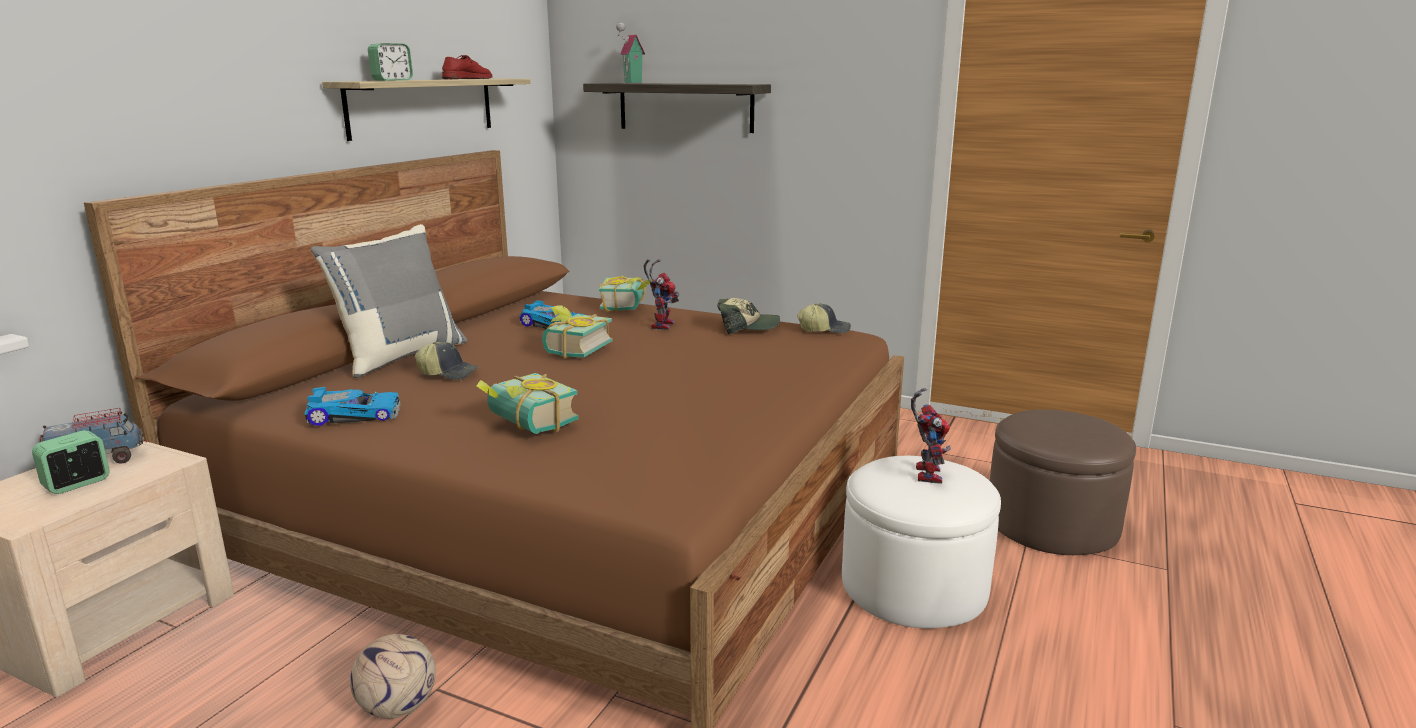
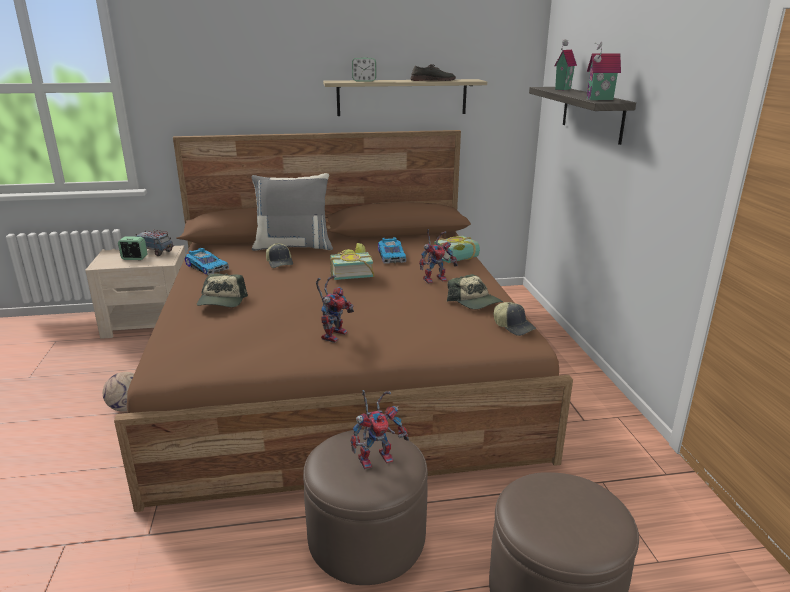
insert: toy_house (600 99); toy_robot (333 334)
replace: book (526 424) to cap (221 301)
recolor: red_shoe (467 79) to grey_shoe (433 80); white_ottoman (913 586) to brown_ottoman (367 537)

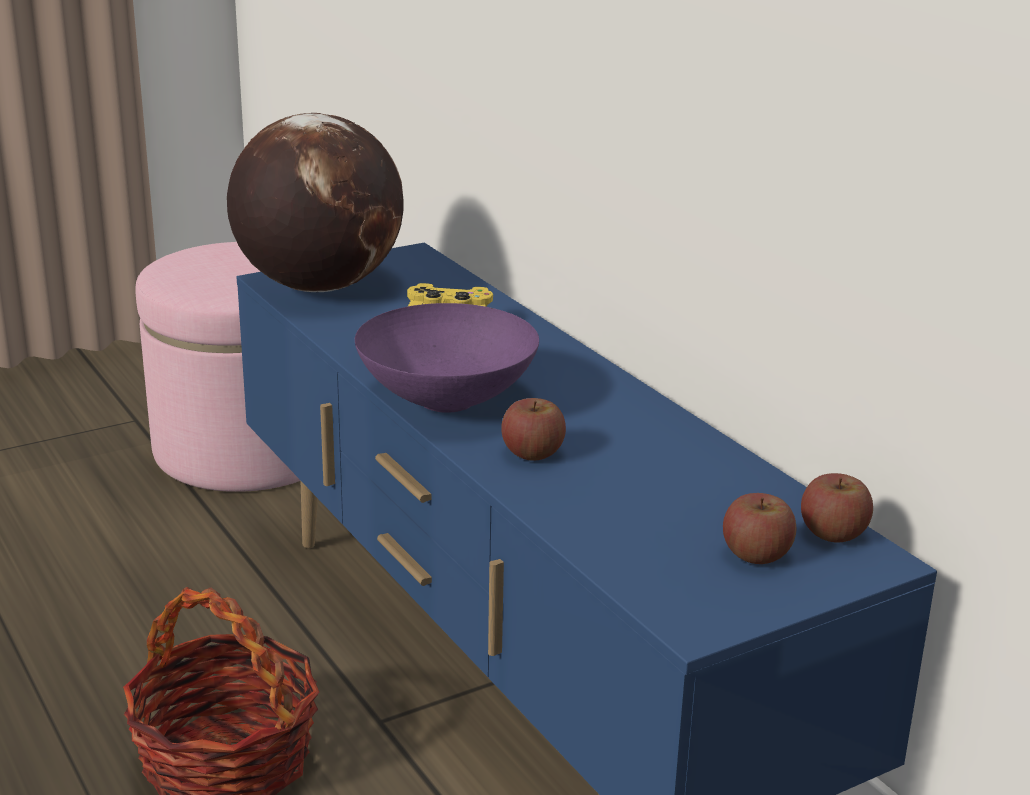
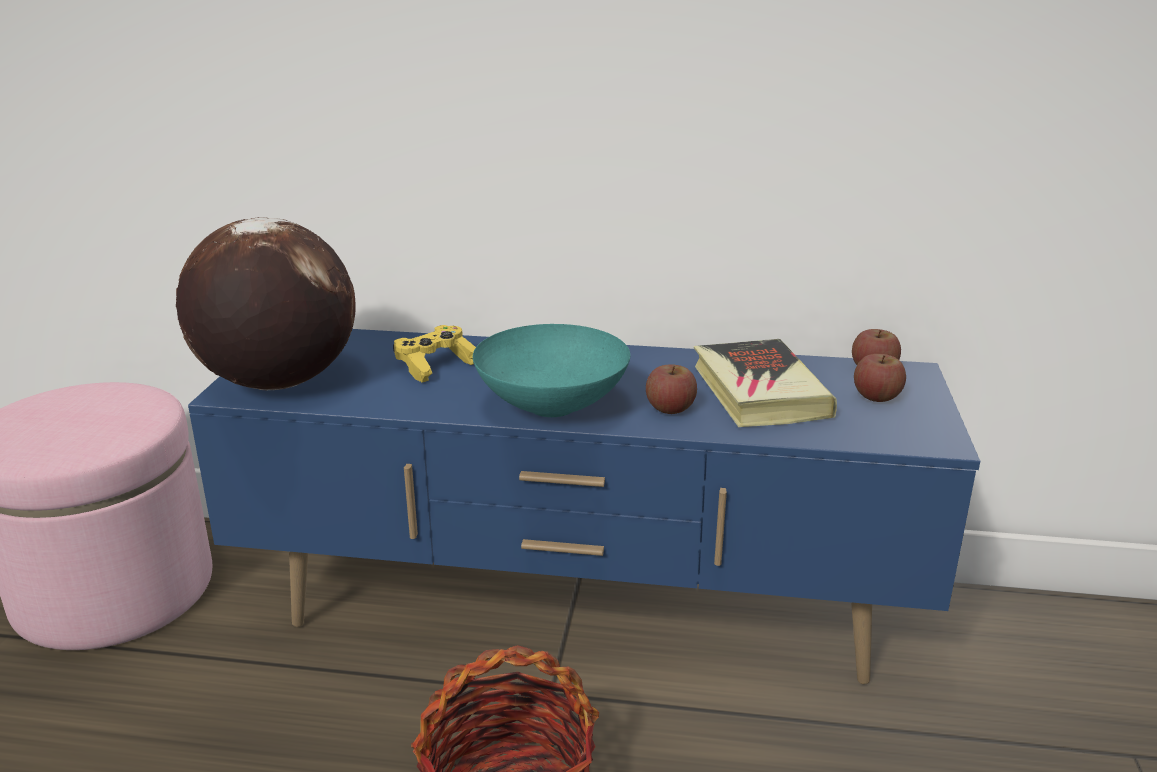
insert: book (759 392)
recolor: purple_bowl (444 401) to turquoise_bowl (551 408)

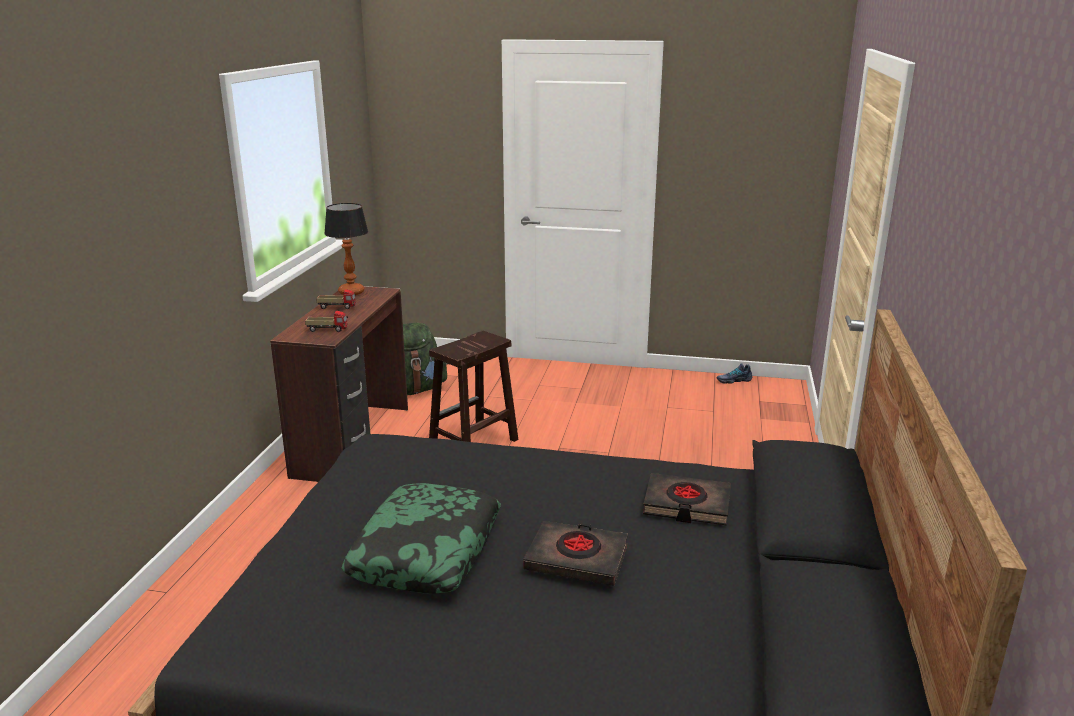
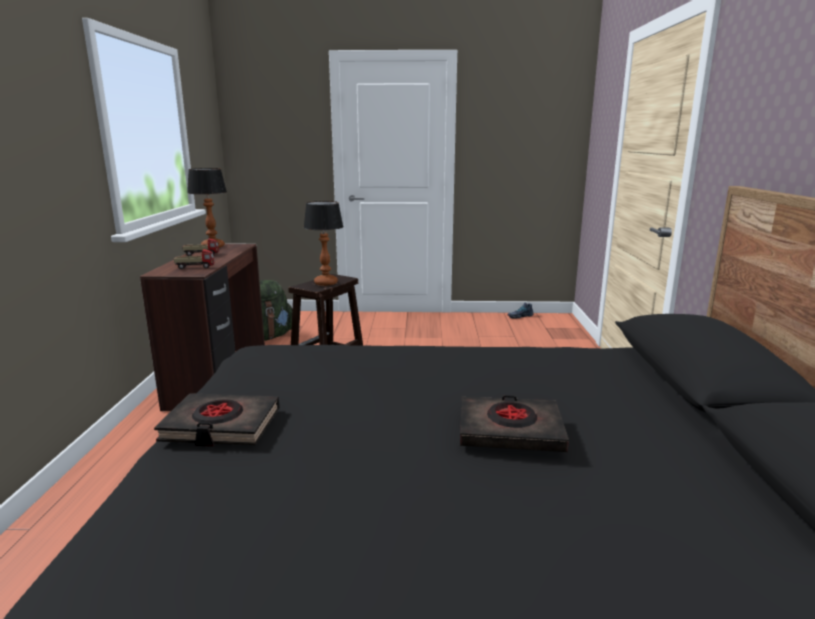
delete: pillow (427 552)
insert: table_lamp (325 283)
move: black_book (686 505) to (221 426)

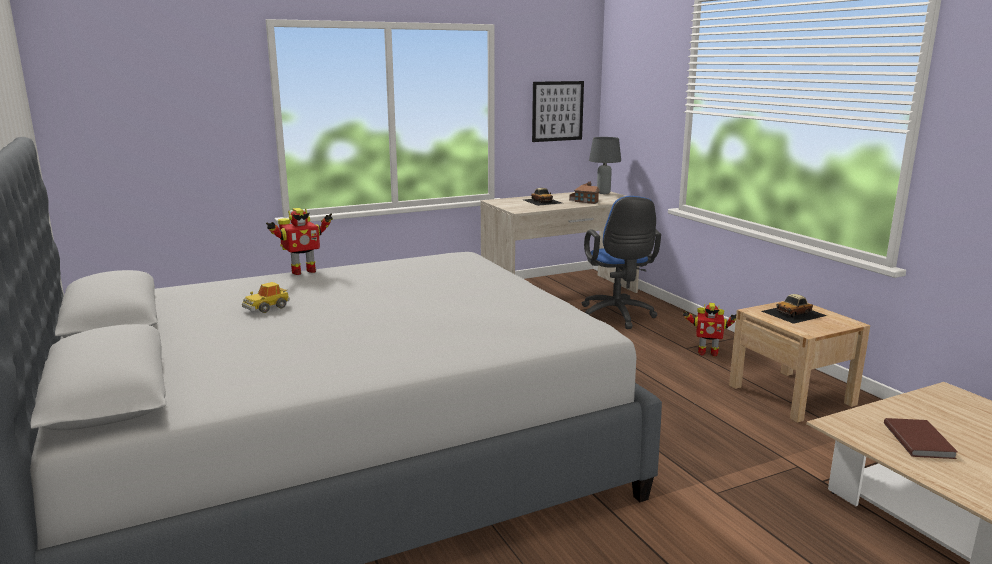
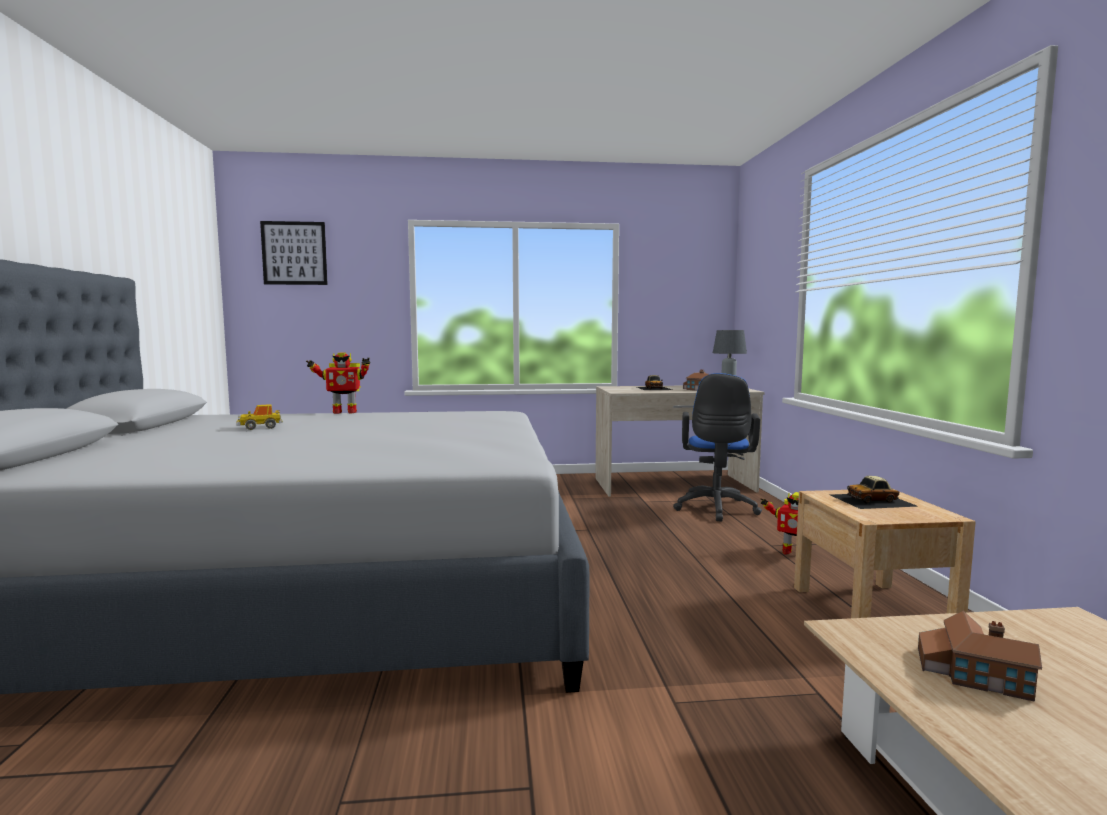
move: picture (557 111) to (294 253)
replace: brown_book (919 440) to toy_house (971 673)

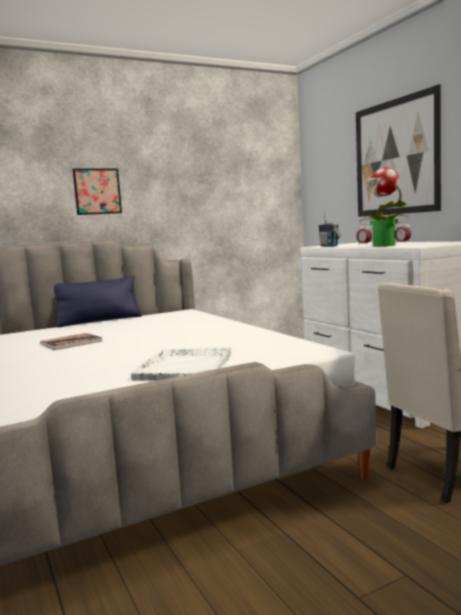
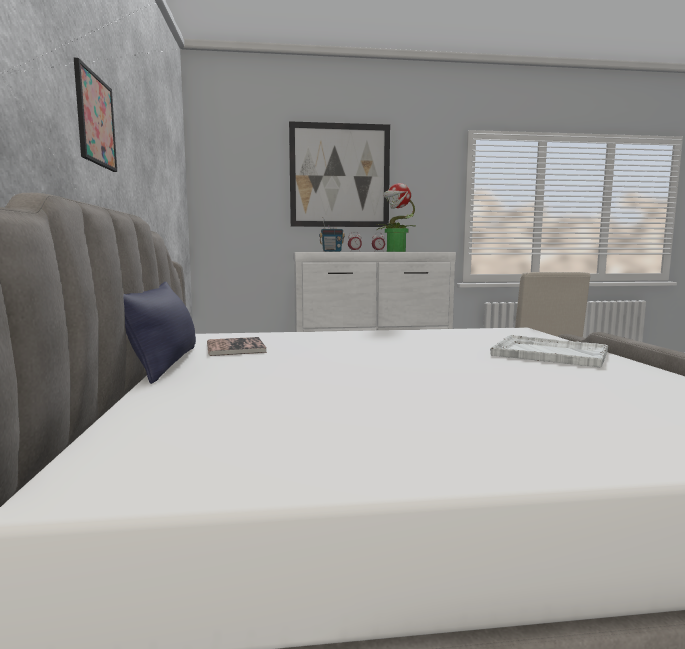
move: book (71 342) to (235 348)

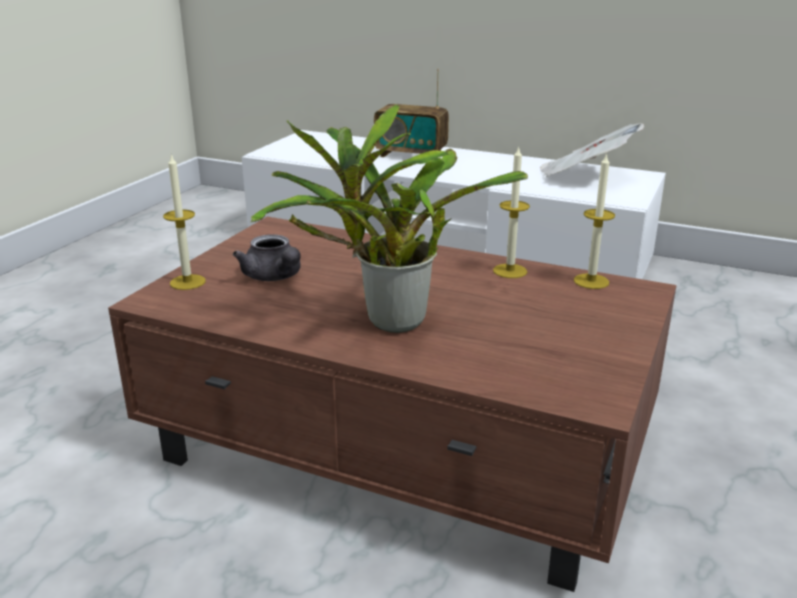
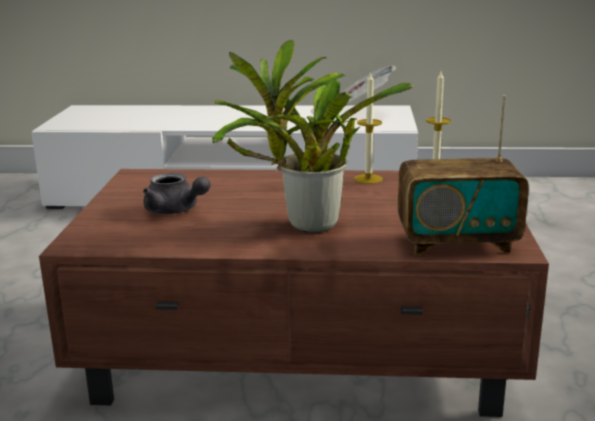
delete: candle (187 282)
move: radio (411 155) to (457 243)

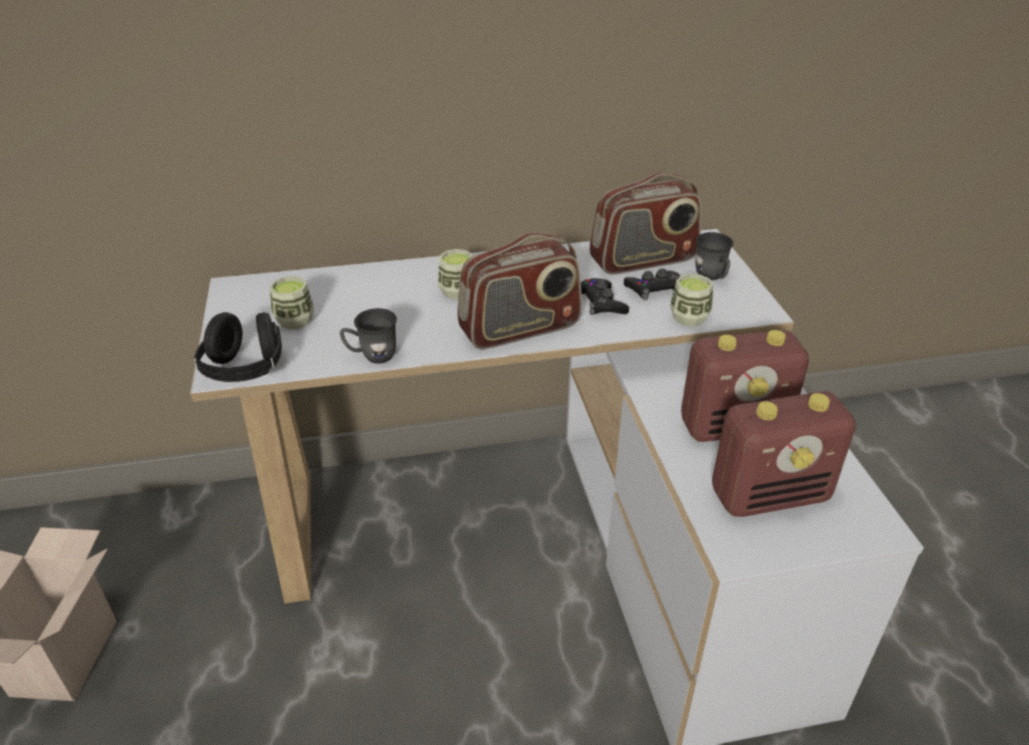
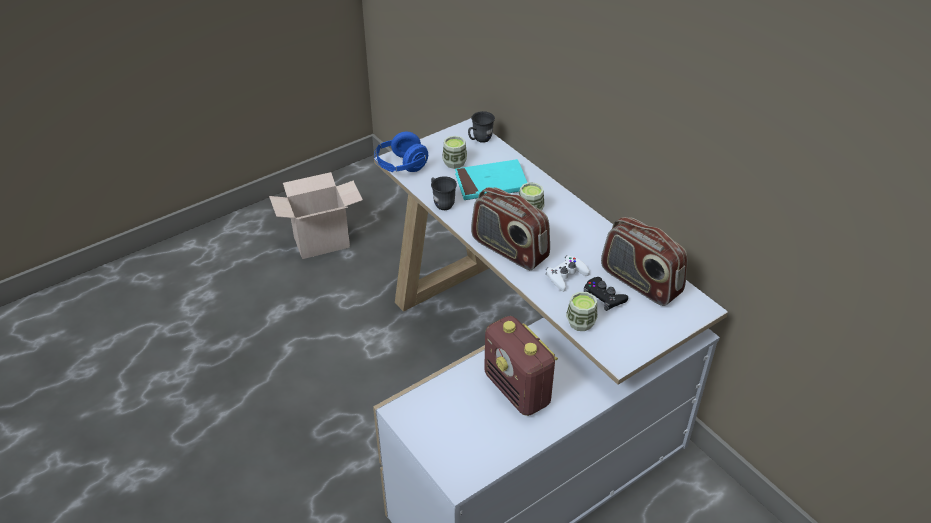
delete: radio (770 495)
insert: turquoise_book (491 183)
move: grey_mug (712 277) to (479 140)
recolor: black_game_controller (601 303) to white_game_controller (566 276); black_headphones (245 370) to blue_headphones (401 166)

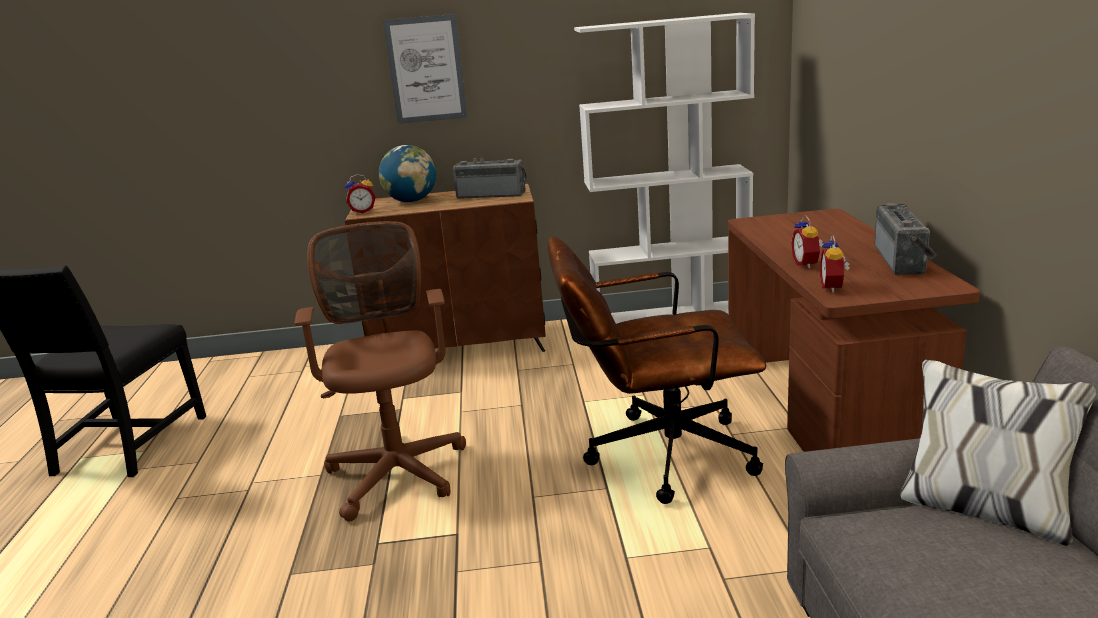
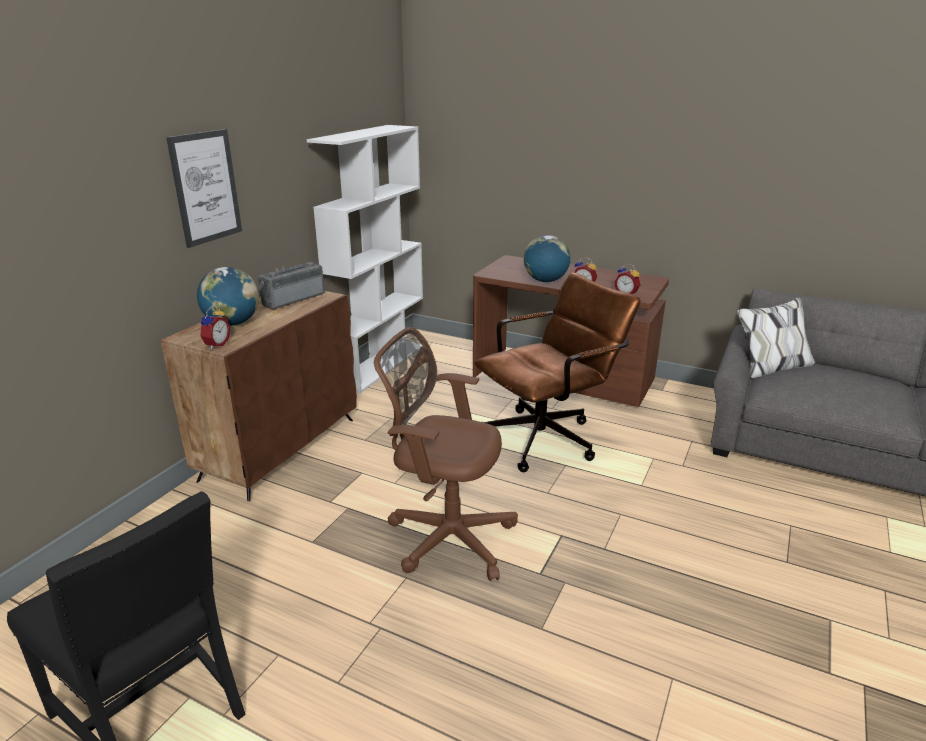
delete: radio (904 260)
insert: globe (545 281)
rotate: brown_office_chair (656 456) = (548 437) 150 degrees counterclockwise

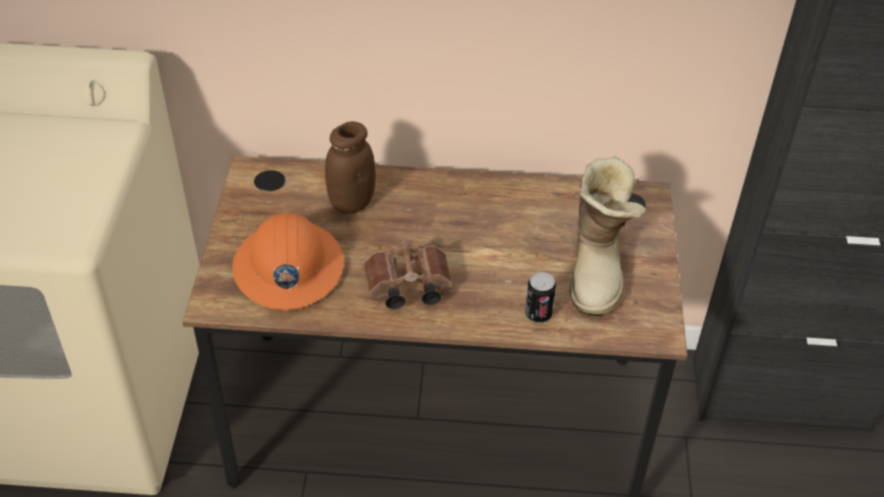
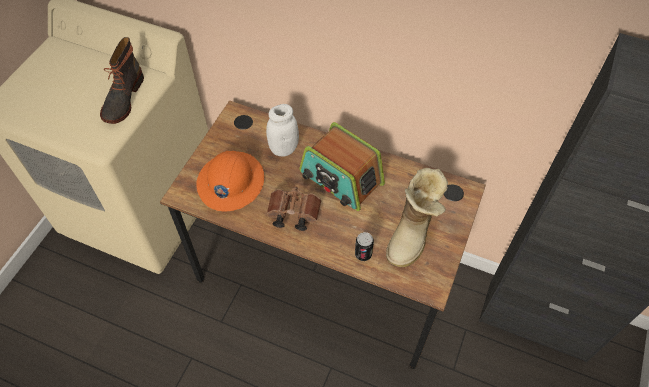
insert: boot (122 99); radio (341 178)
recolor: brown_jar (351 202) to white_jar (283 149)

